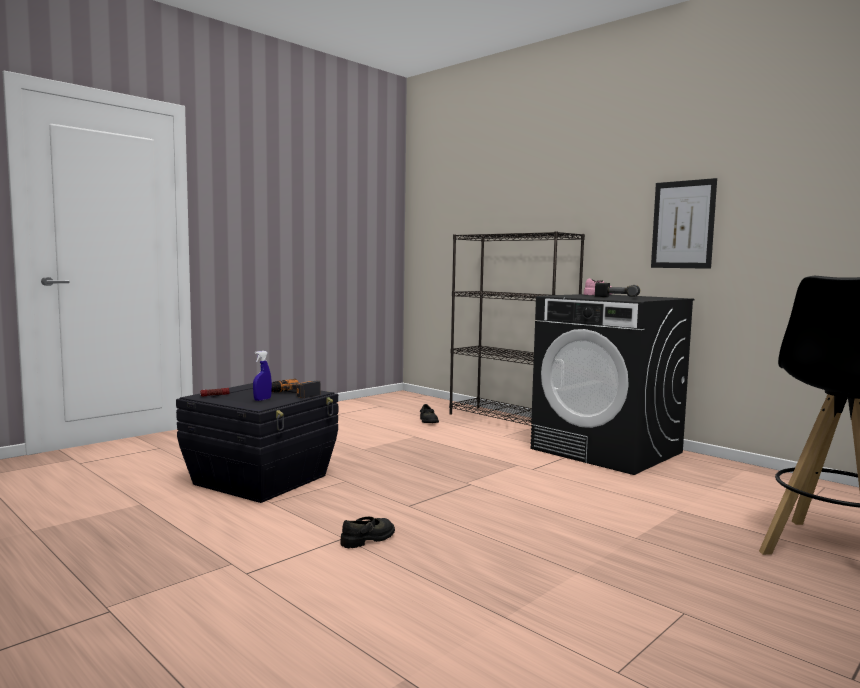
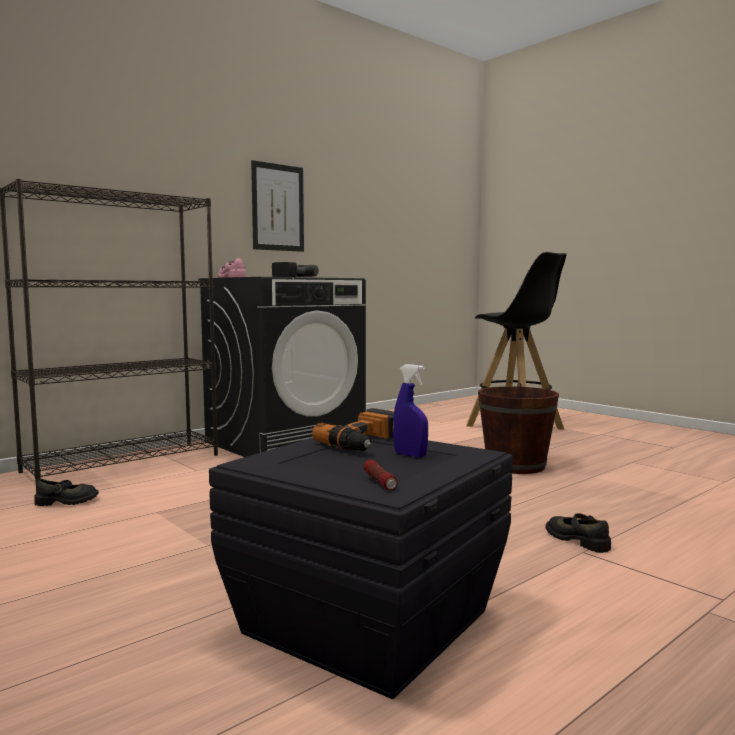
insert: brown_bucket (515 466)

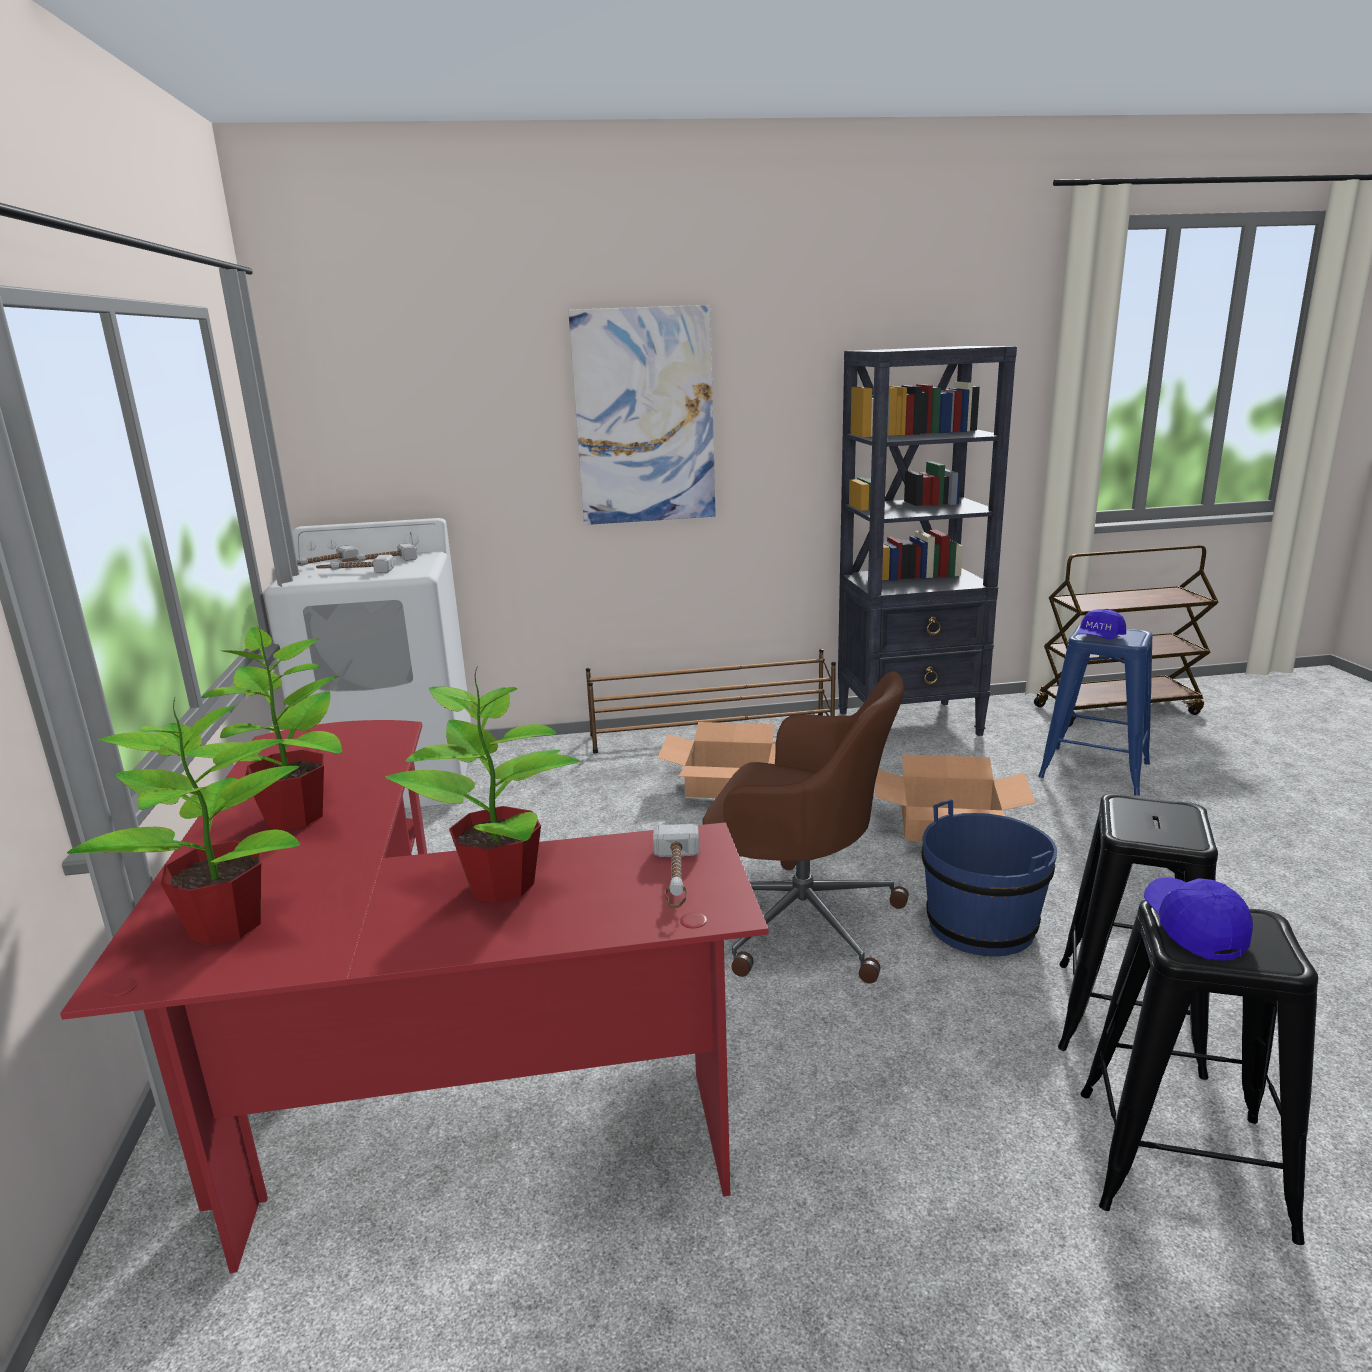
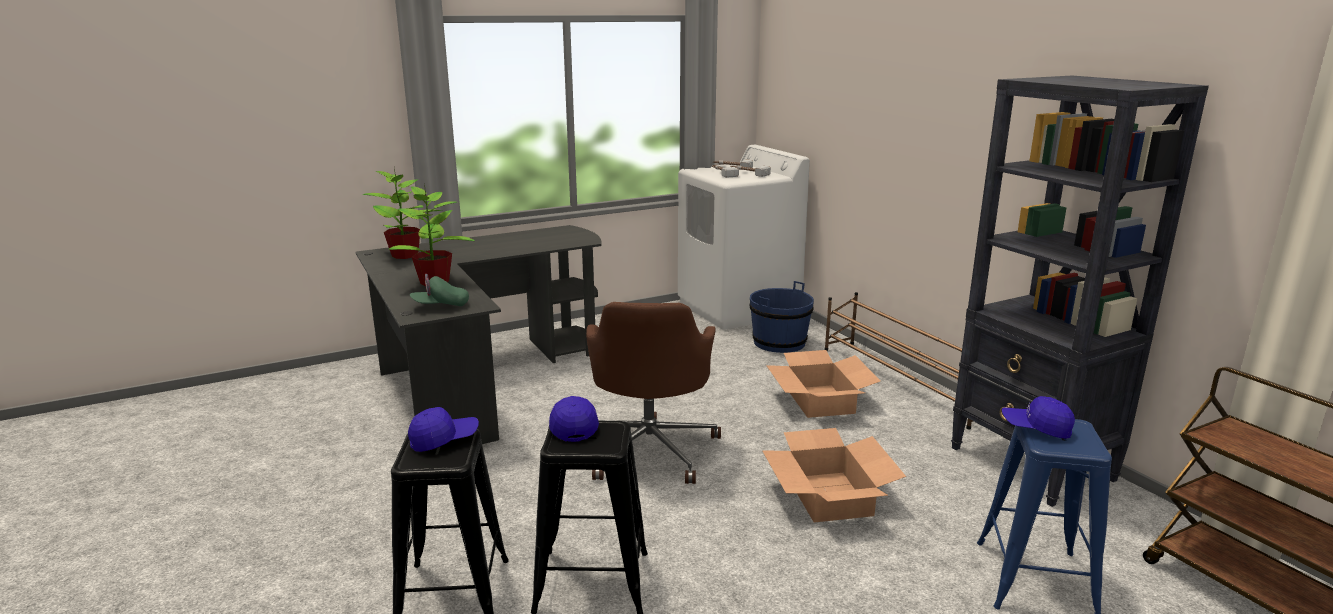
delete: picture (645 417); potted_plant (294 817)
insert: blue_cap (573 426)
move: blue_bucket (981 926) to (779 343)
replace: hammer (676 878) to green_cap (440 306)
recolor: red_desk (414 1083) to black_desk (478 378)

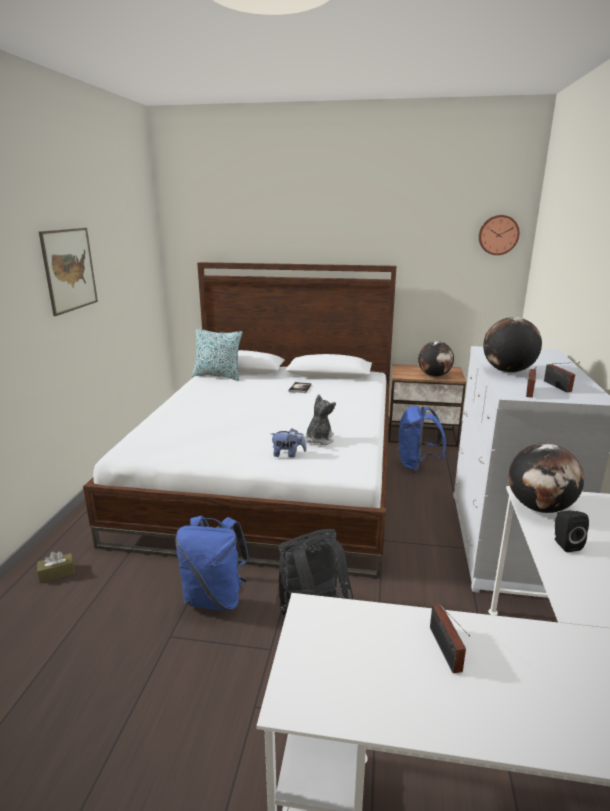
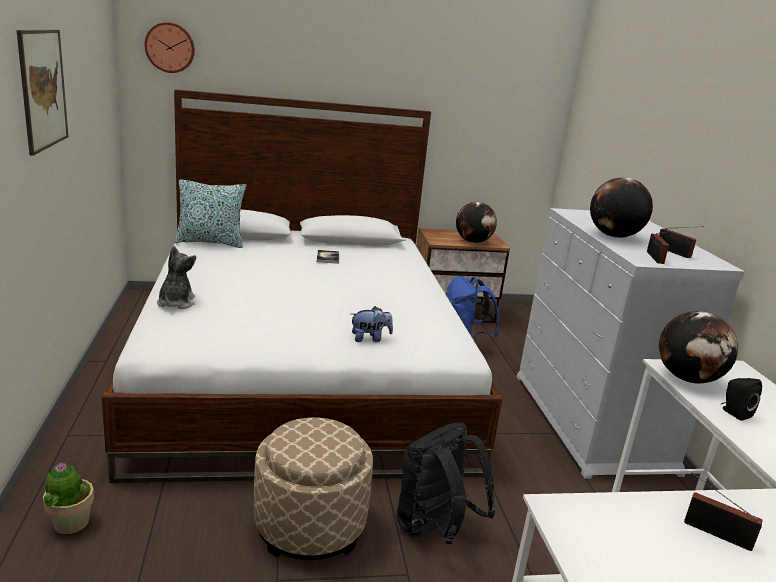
move: wall_clock (498 235) to (170 47); plush_toy (319 439) to (176 303)
replace: blue_backpack (215 598) to beige_ottoman (310 525); brown_tissue_box (57 573) to potted_plant (70 523)
rotate: radio (446 652) = (713 531) 150 degrees clockwise

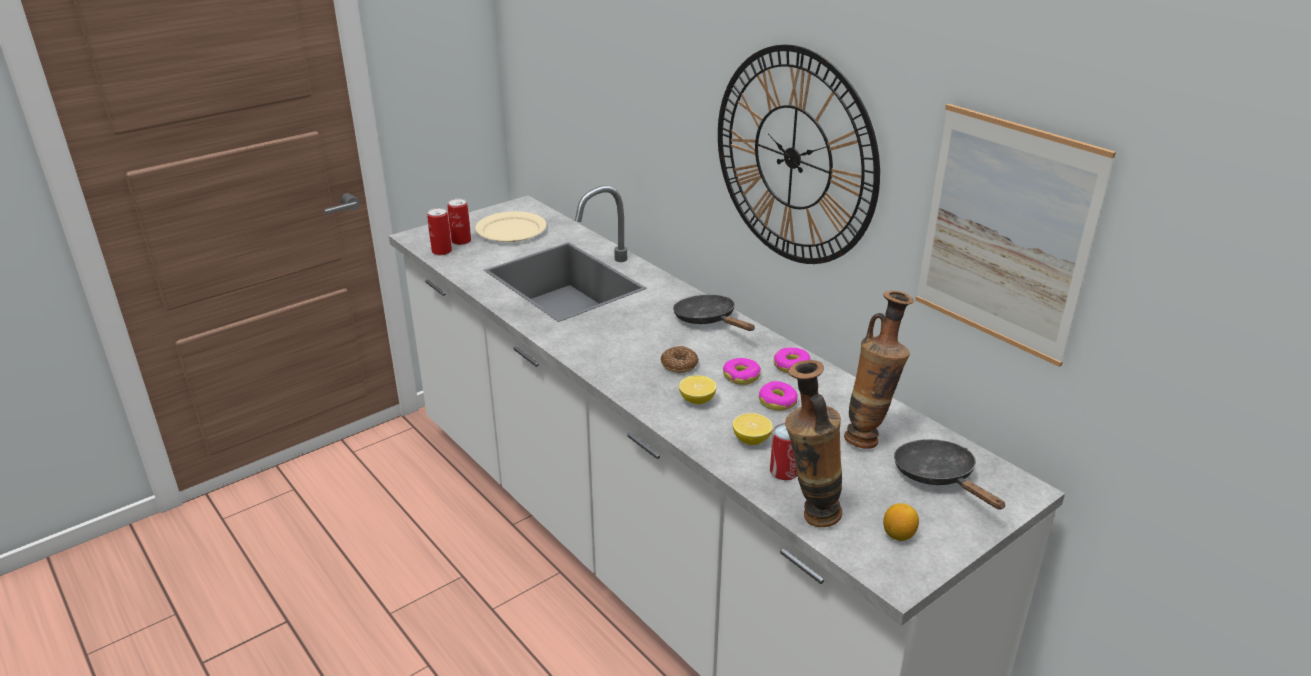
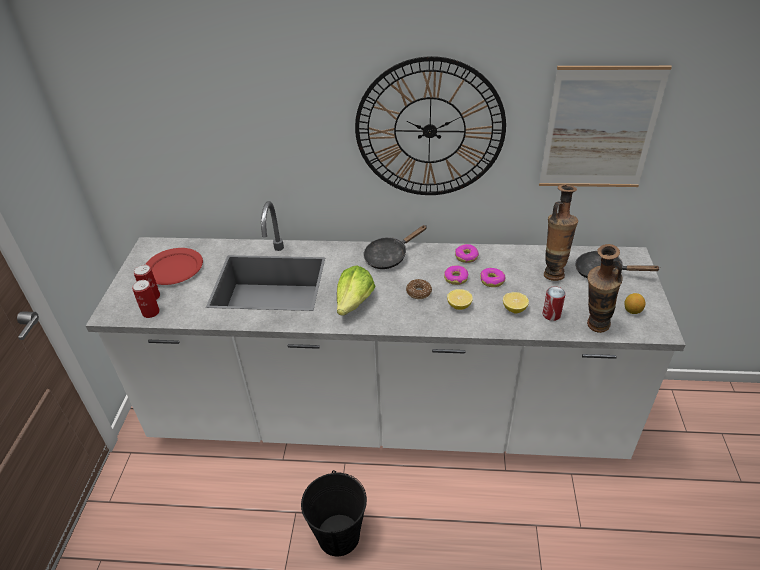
insert: lettuce (354 303); black_bucket (338 536)
recolor: beige_plate (510 230) to red_plate (173 269)
rotate: black_frying_pan (708 320) = (389 256) 45 degrees counterclockwise

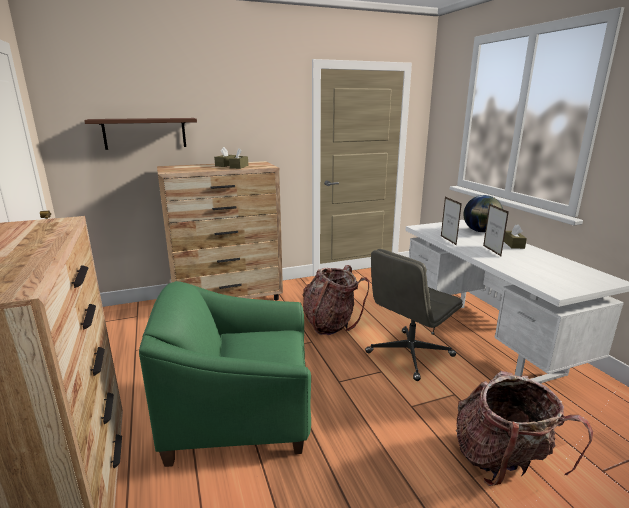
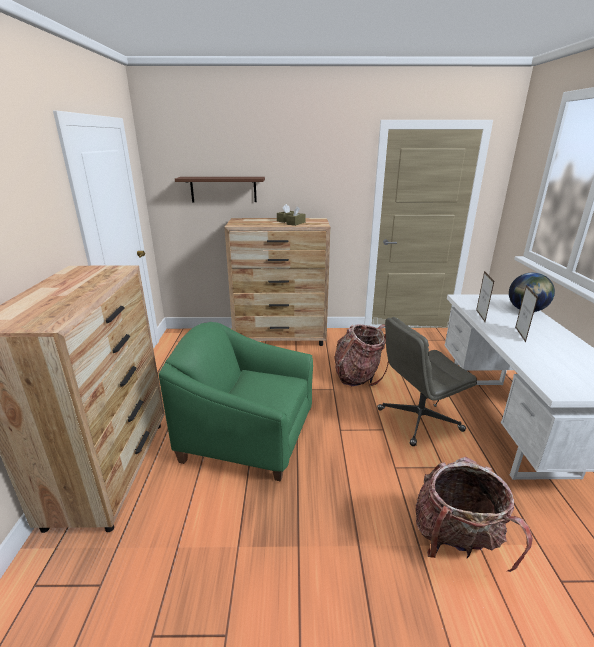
delete: brown_tissue_box (513 244)

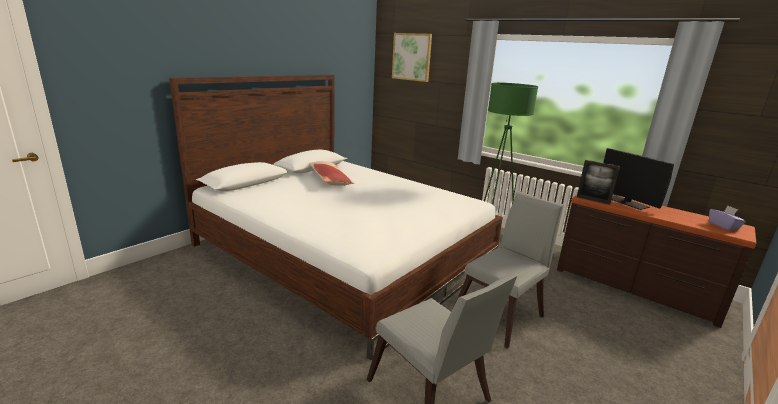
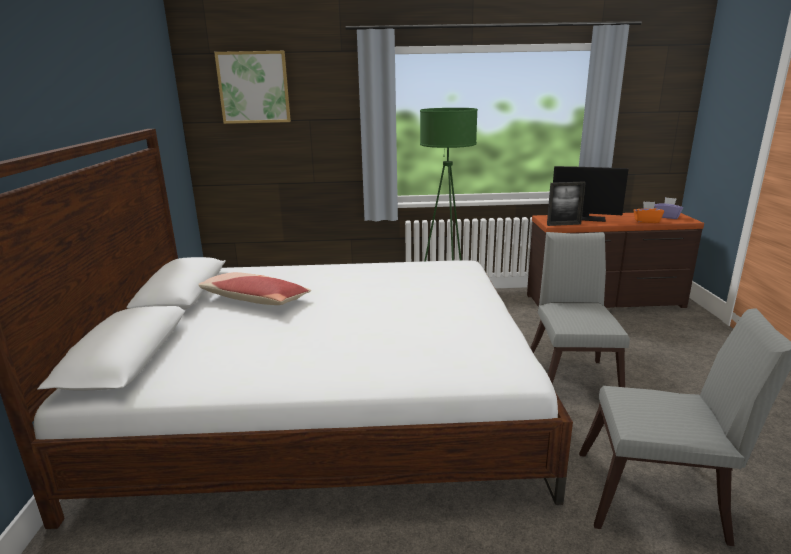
insert: orange_tissue_box (646 221)

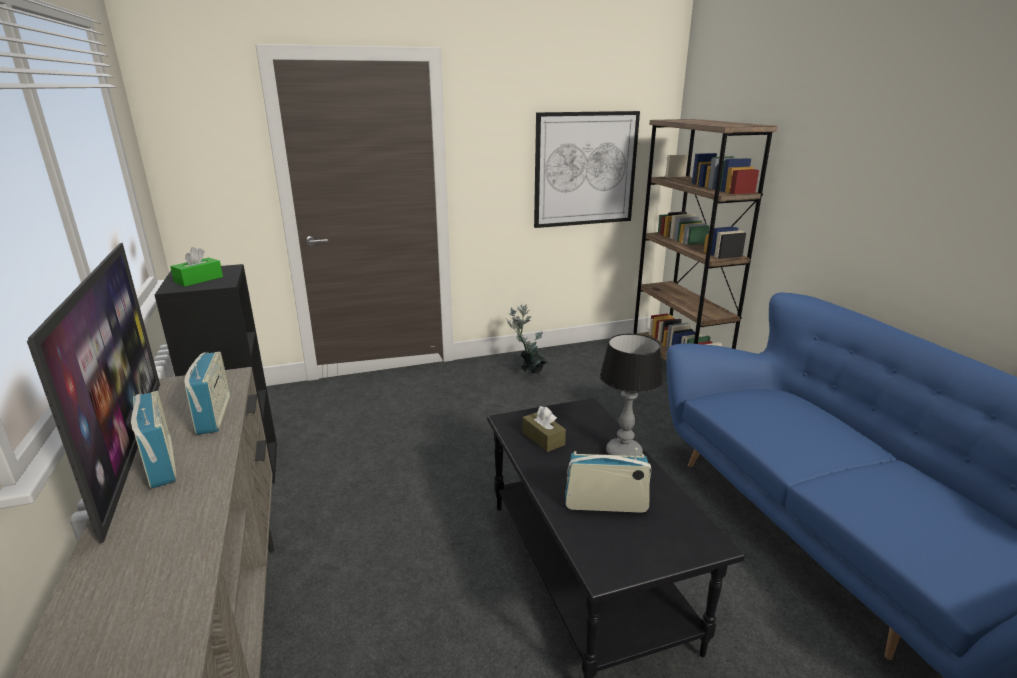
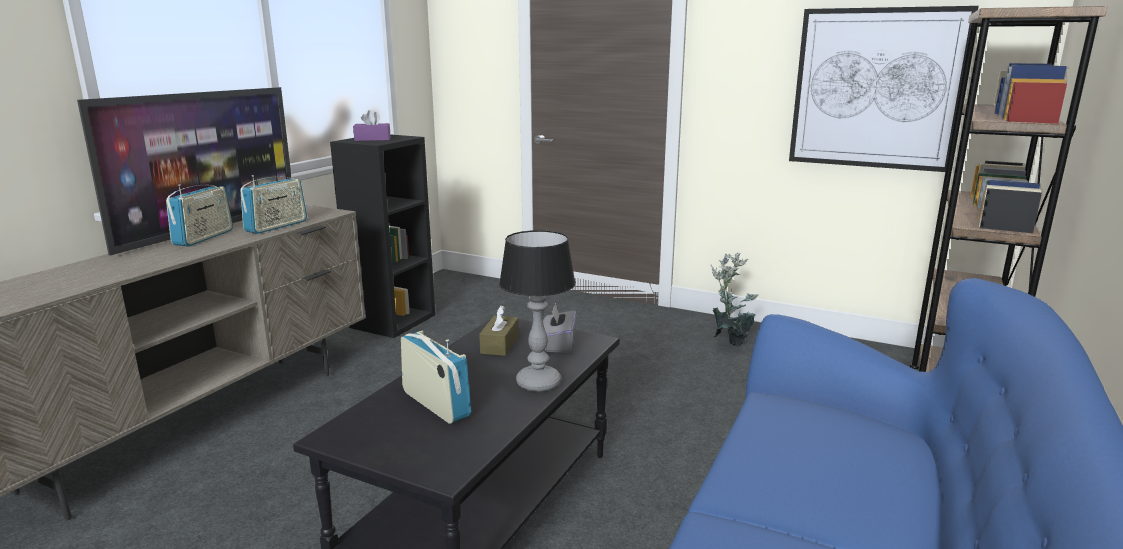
insert: grey_tissue_box (558 344)
recolor: green_tissue_box (199 280) to purple_tissue_box (372 139)

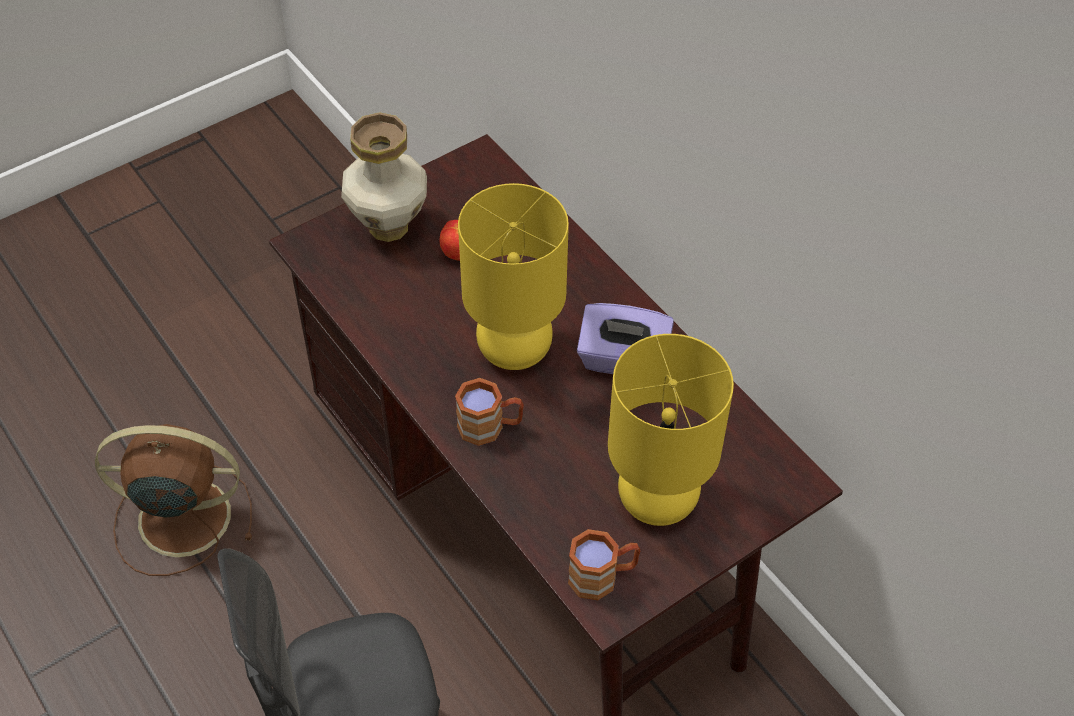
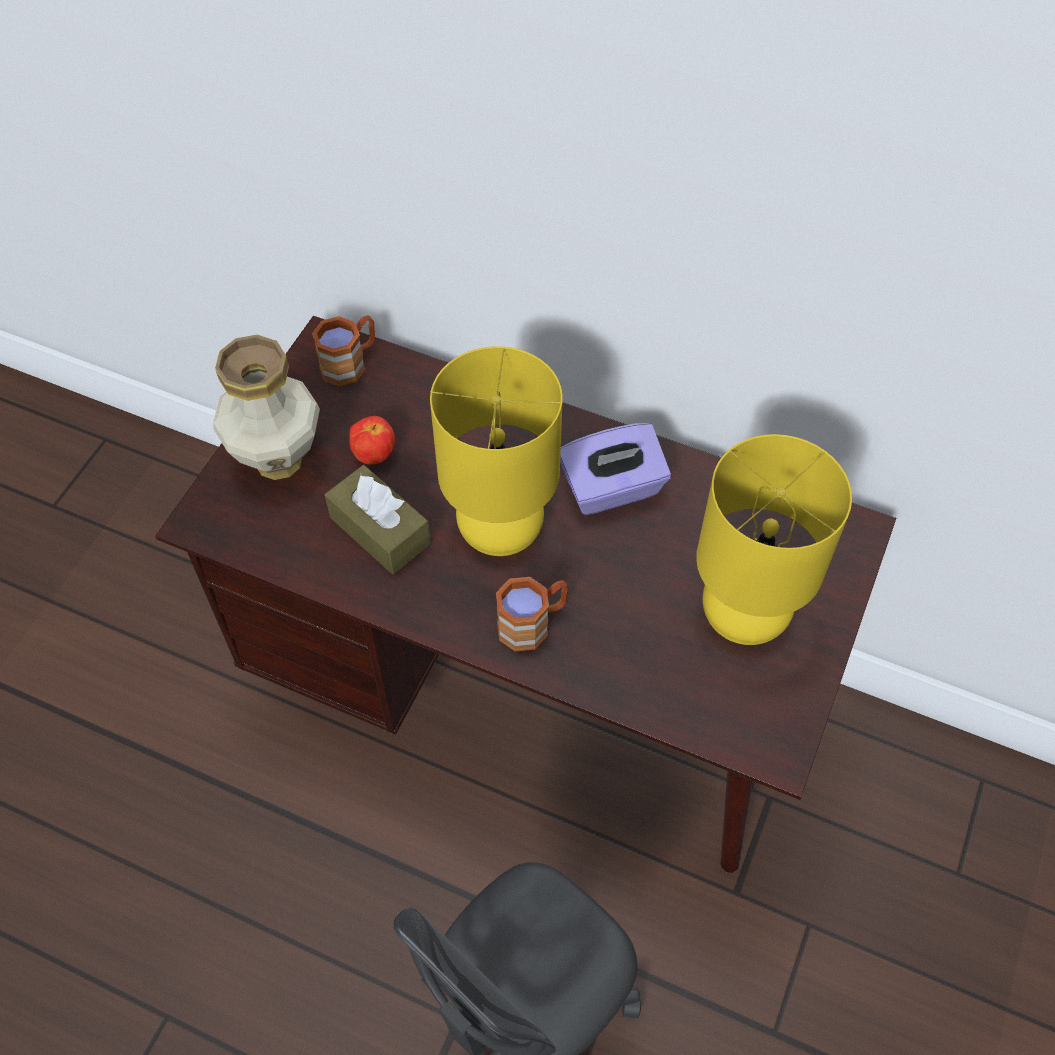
delete: brown_fan (180 517)
insert: brown_tissue_box (380 530)
move: brown_mug (602 576) to (350 363)

